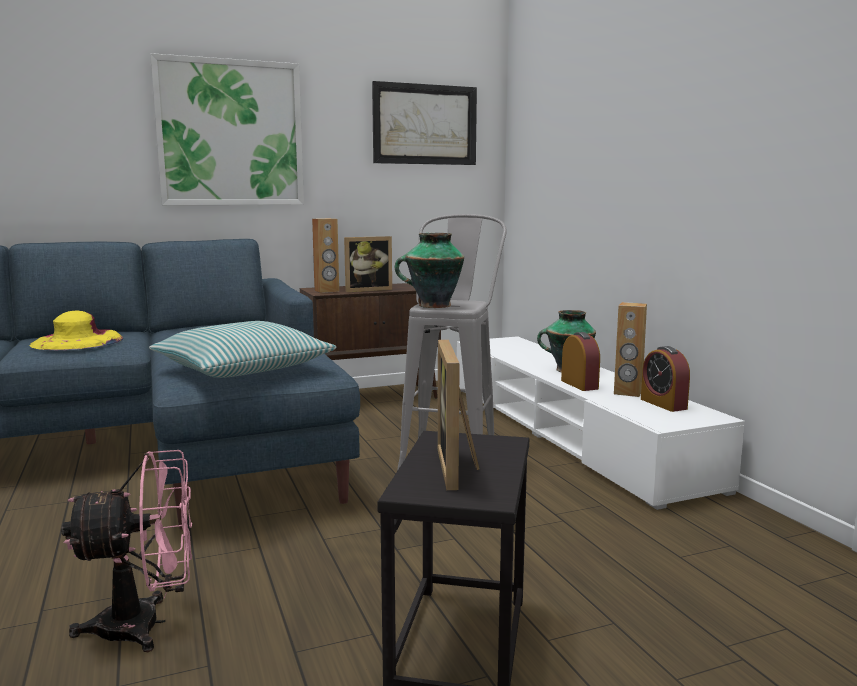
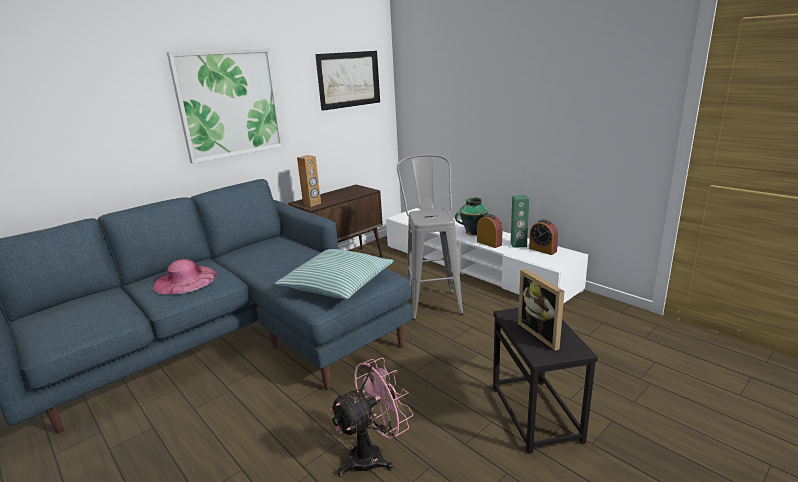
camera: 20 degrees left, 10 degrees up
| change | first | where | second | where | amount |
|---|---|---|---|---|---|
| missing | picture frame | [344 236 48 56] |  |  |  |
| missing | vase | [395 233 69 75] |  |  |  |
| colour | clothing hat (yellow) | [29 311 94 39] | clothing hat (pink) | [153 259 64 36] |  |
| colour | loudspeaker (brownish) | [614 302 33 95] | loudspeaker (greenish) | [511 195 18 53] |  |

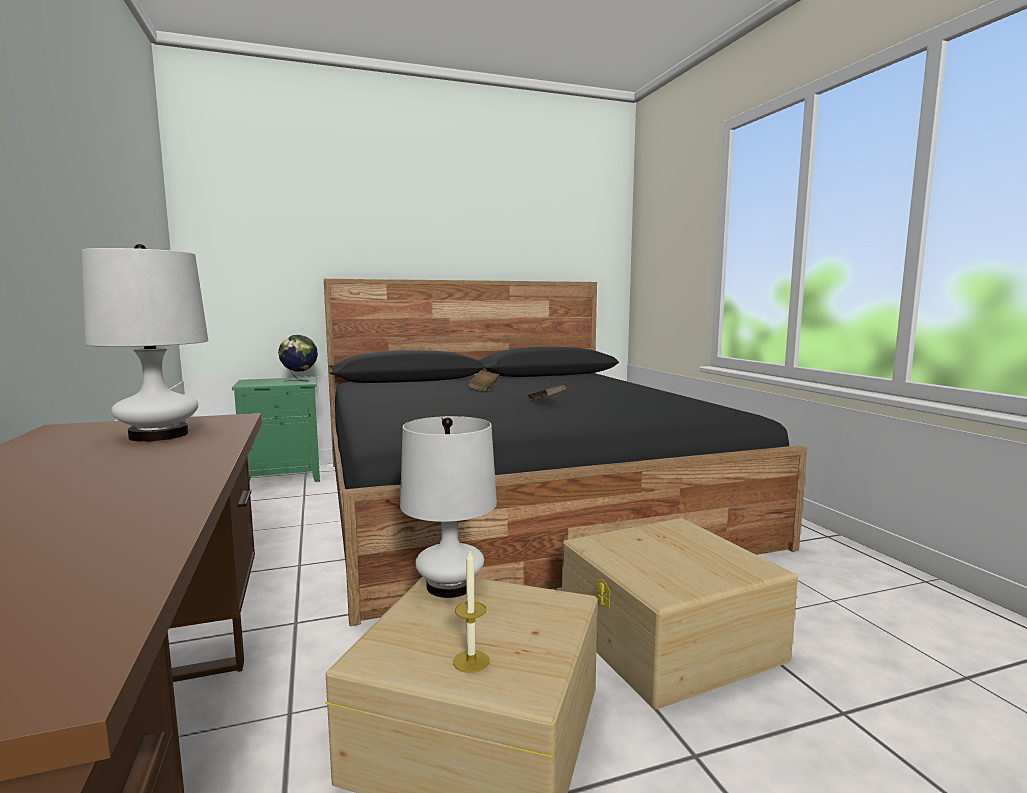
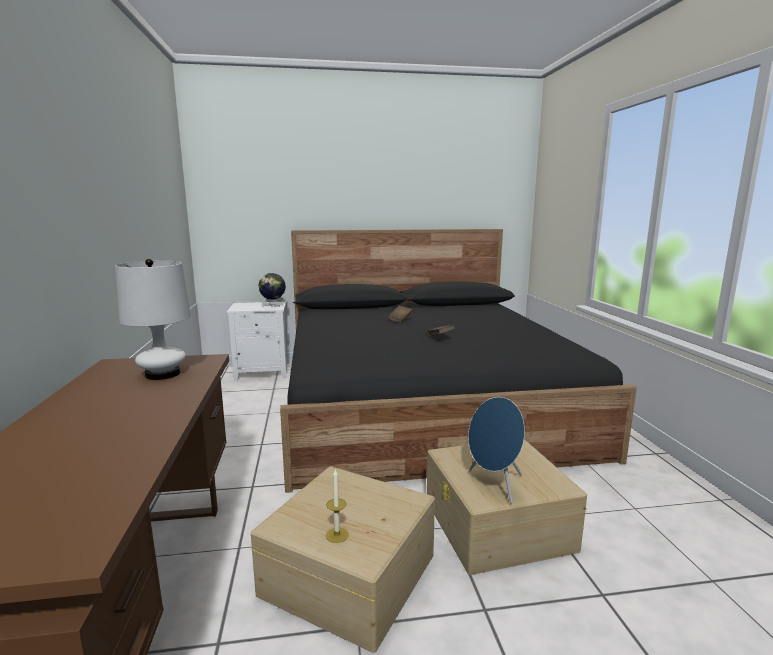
camera: 10 degrees right, 5 degrees up
| change | first | where | second | where | amount |
|---|---|---|---|---|---|
| missing | table lamp (white-coloured) | [400 416 97 182] |  |  |  |
| appeared |  |  | loudspeaker (bluish) | [468 397 57 107] |  |
| colour | bedside table (greenish) | [232 377 88 105] | bedside table (white-coloured) | [227 302 60 79] |  |

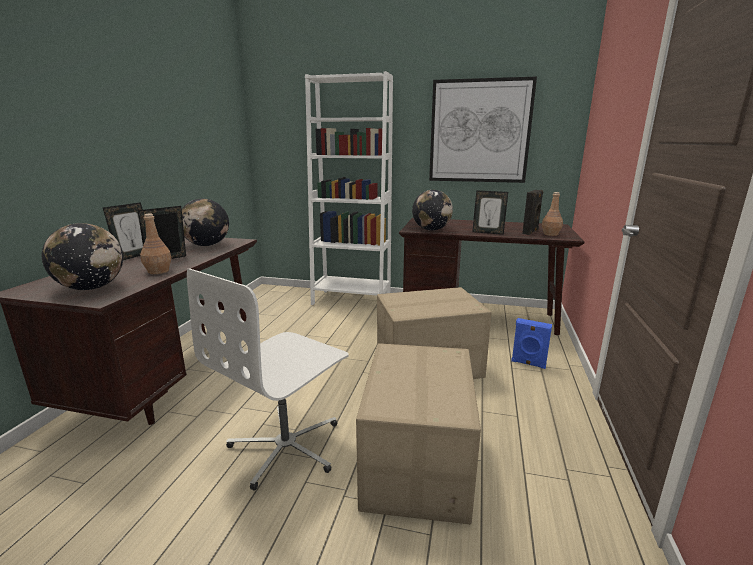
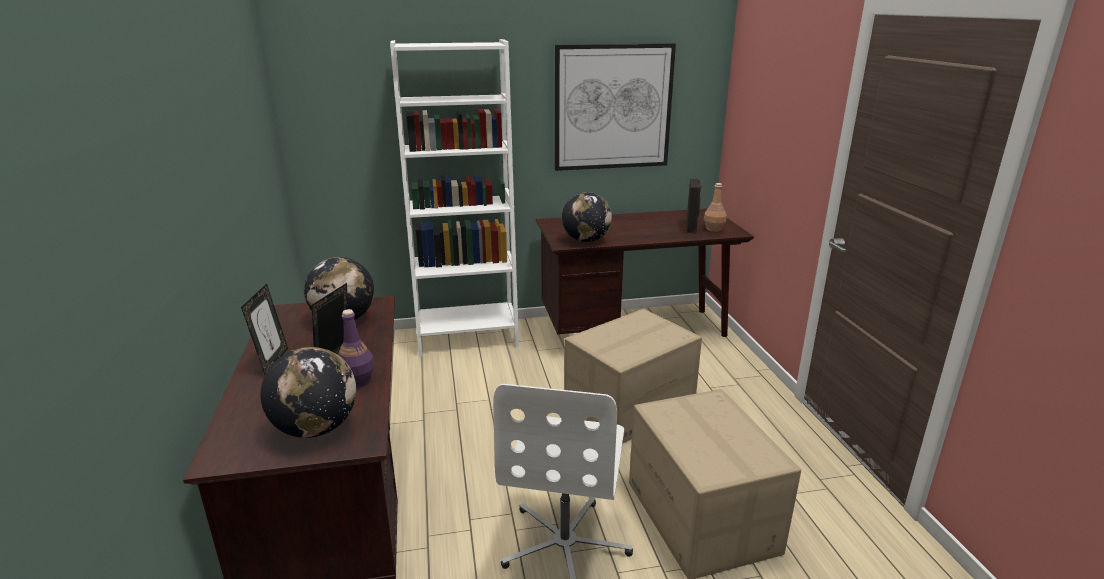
camera: 25 degrees left, 5 degrees up
| change | first | where | second | where | amount |
|---|---|---|---|---|---|
| missing | picture frame | [472 190 36 45] |  |  |  |
| missing | loudspeaker (bluish) | [511 318 41 51] |  |  |  |
| colour | beverage bottle (brownish) | [140 213 31 61] | beverage bottle (purple-coloured) | [338 309 36 78] |  |

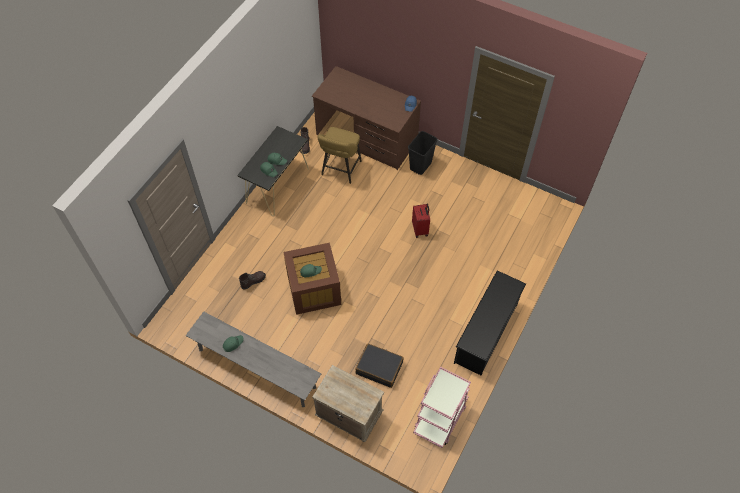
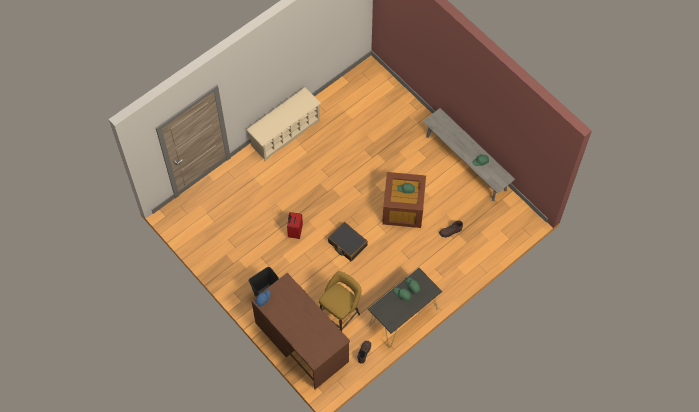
camera: 160 degrees left, 5 degrees up
| change | first | where | second | where | amount |
|---|---|---|---|---|---|
| missing | bedside table (beige-coloured) | [312 365 72 77] |  |  |  |
| missing | wheeled cart (pink) | [413 367 58 81] |  |  |  |
| relocated | travel case (black) | [355 343 49 45] |  | [328 222 40 39] |  |
| colour | shoe shelf (black) | [454 271 72 105] | shoe shelf (beige-coloured) | [246 87 75 74] |  |

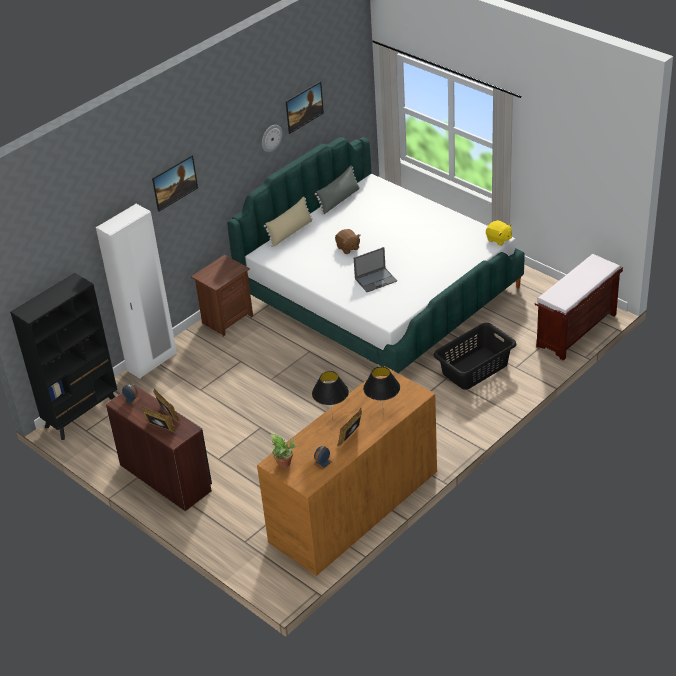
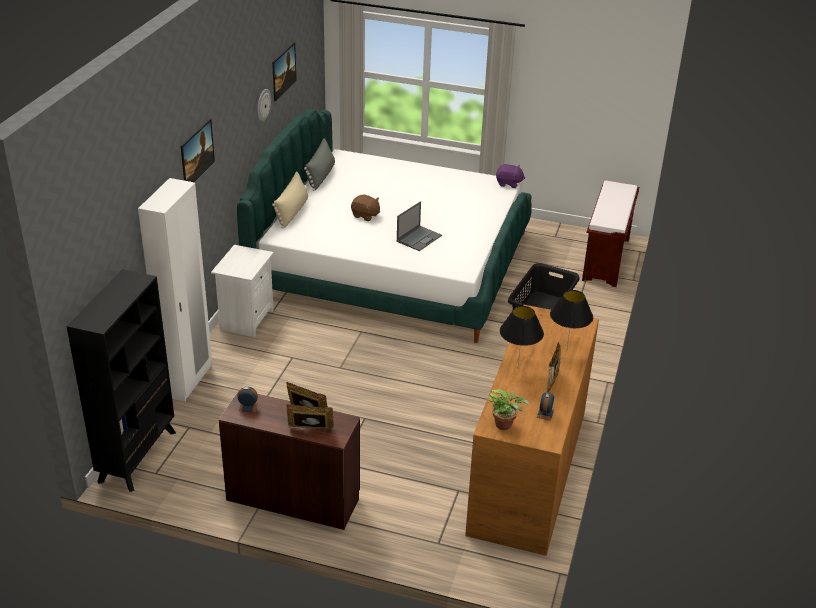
camera: 30 degrees left, 5 degrees down
| change | first | where | second | where | amount |
|---|---|---|---|---|---|
| colour | bedside table (brownish) | [191 255 62 82] | bedside table (white-coloured) | [211 245 63 93] |  |
| colour | soft toy (yellow) | [486 220 26 26] | soft toy (purple-coloured) | [496 164 29 24] |  |

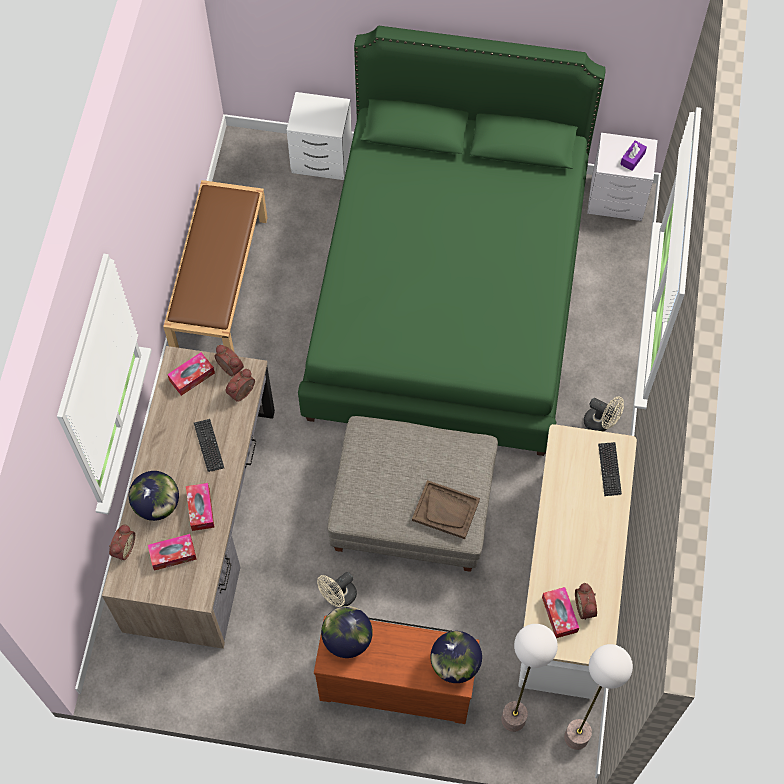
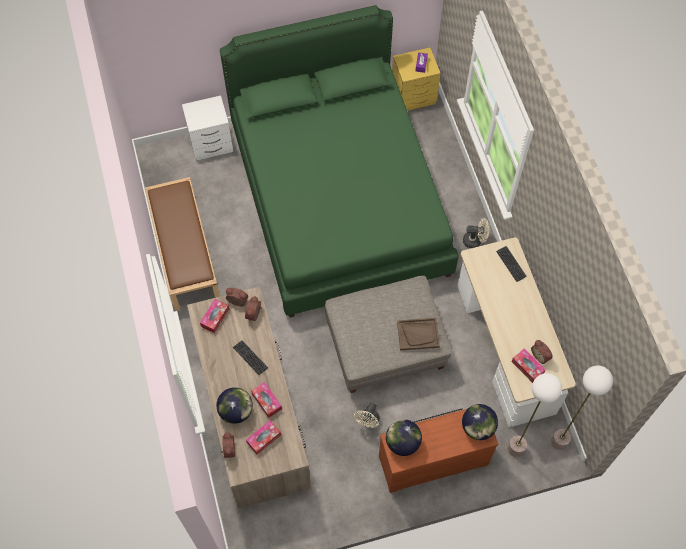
camera: 25 degrees left, 0 degrees up
| change | first | where | second | where | amount |
|---|---|---|---|---|---|
| colour | bedside table (white-coloured) | [587 133 71 88] | bedside table (yellow) | [392 47 49 64] |  |

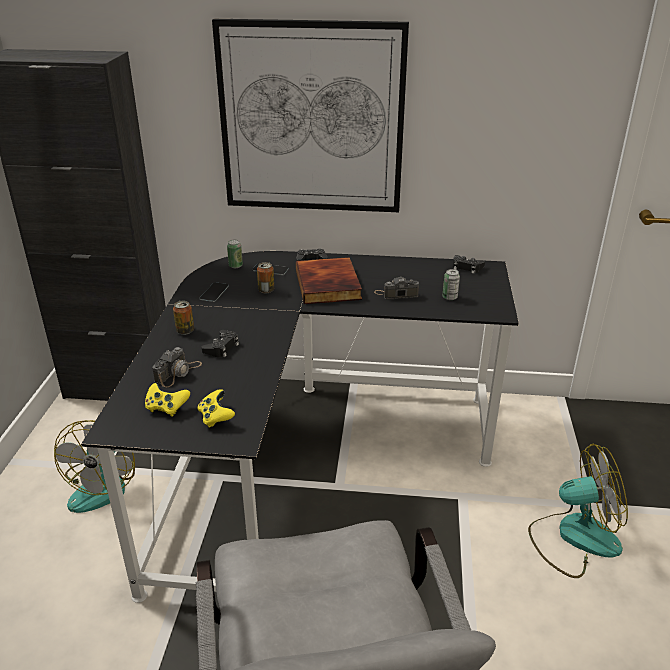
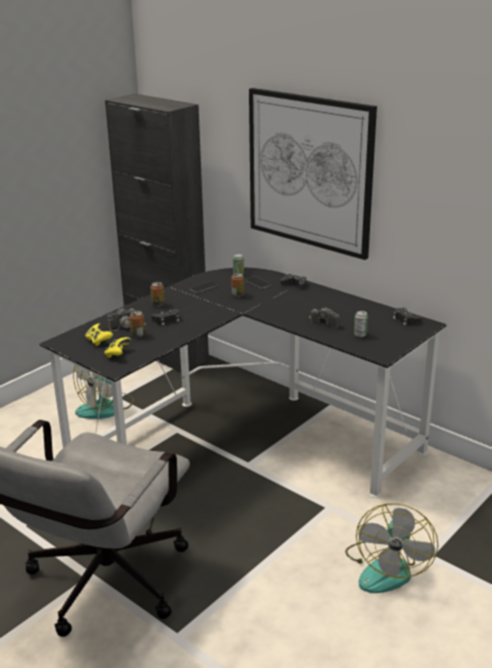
camera: 35 degrees right, 5 degrees down
| change | first | where | second | where | amount |
|---|---|---|---|---|---|
| missing | bound book | [296 257 66 47] |  |  |  |
| appeared |  |  | sealed can | [130 311 15 26] |  |
| spun | electric fan | [528 444 100 134] |  | [345 503 93 90] | 75 degrees clockwise |

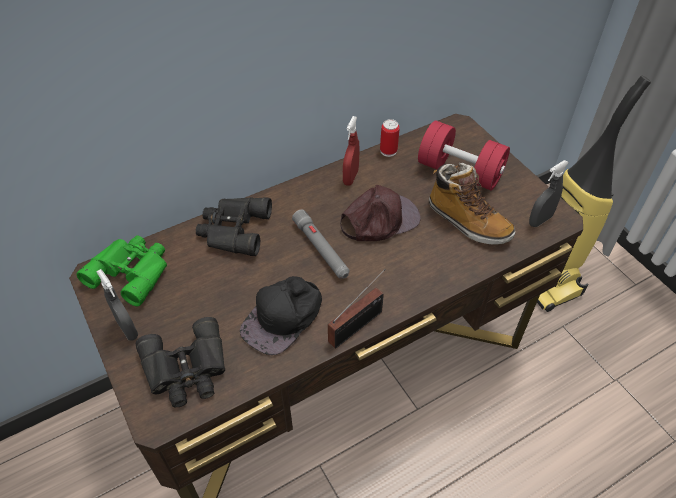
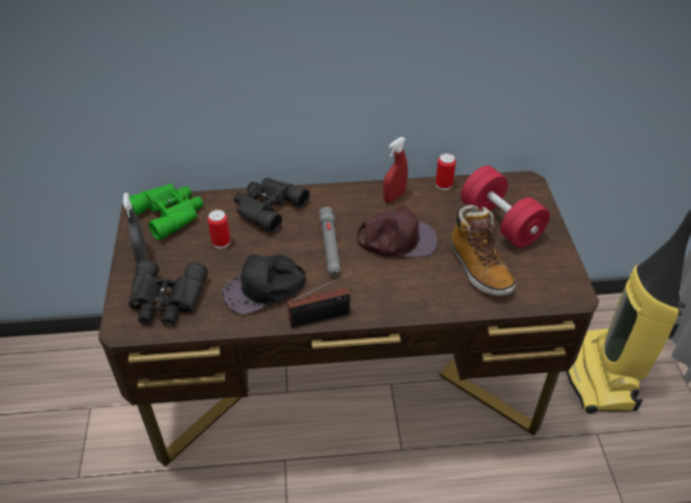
camera: 25 degrees right, 5 degrees down
| change | first | where | second | where | amount |
|---|---|---|---|---|---|
| missing | sprayer (greyish) | [529 160 40 67] |  |  |  |
| appeared |  |  | sealed can | [208 210 23 39] |  |

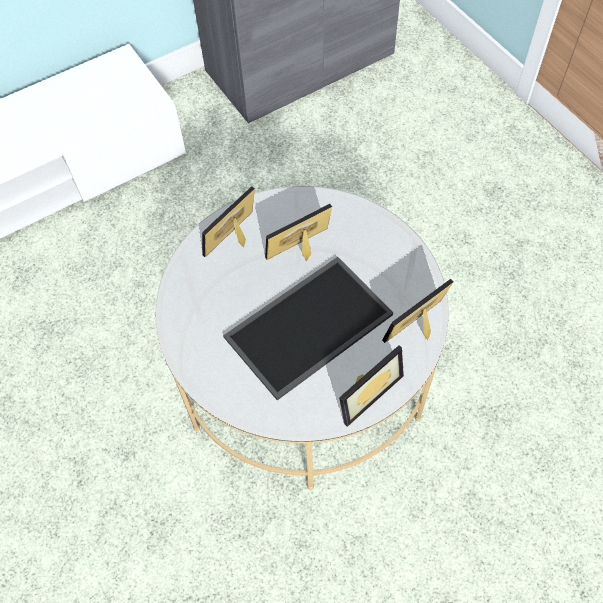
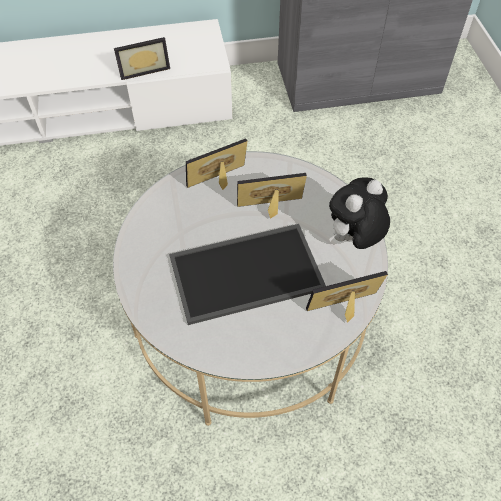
camera: 20 degrees right, 5 degrees down
| change | first | where | second | where | amount |
|---|---|---|---|---|---|
| appeared |  |  | soft toy | [329 177 61 72] |  |
| relocated | picture frame | [339 345 65 82] |  | [114 37 56 43] |  |

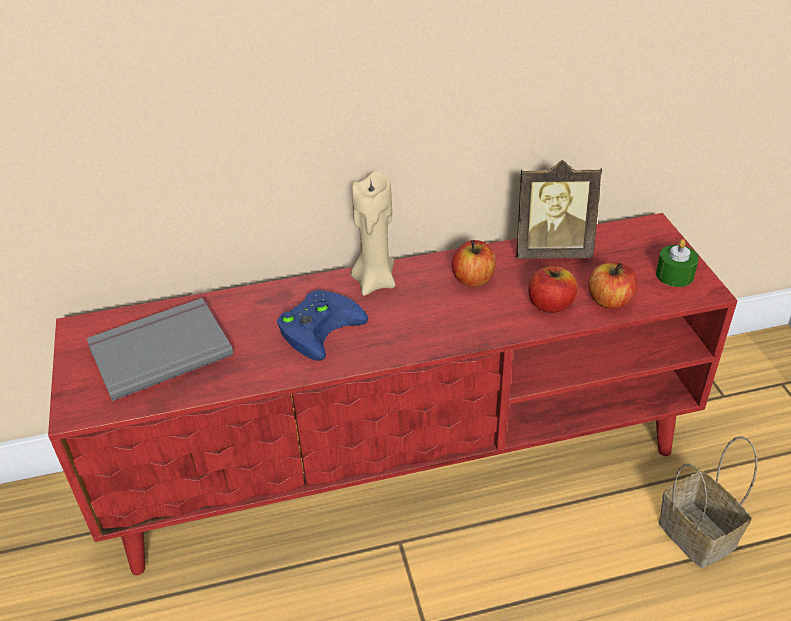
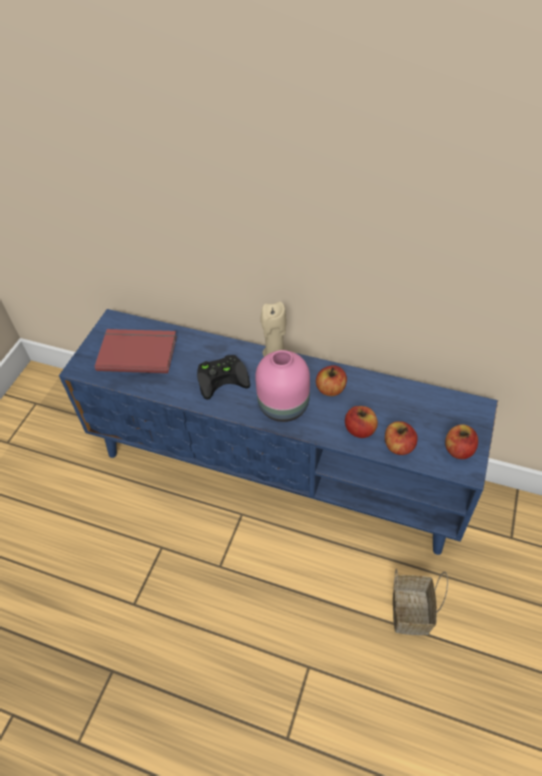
camera: 35 degrees right, 10 degrees up
| change | first | where | second | where | amount |
|---|---|---|---|---|---|
| missing | picture frame | [516 160 86 99] |  |  |  |
| appeared |  |  | vase (pink) | [255 350 55 72] |  |
| exchanged | wax candle (greenish) | [656 239 43 48] | whole apple | [445 424 33 35] |  |
| colour | media console (reddish) | [48 213 690 362] | media console (bluish) | [59 309 439 246] |  |
| colour | bound book (greyish) | [86 298 147 103] | bound book (reddish) | [95 329 82 45] |  |
| colour | game controller (bluish) | [277 290 91 71] | game controller (black) | [197 355 53 45] |  |

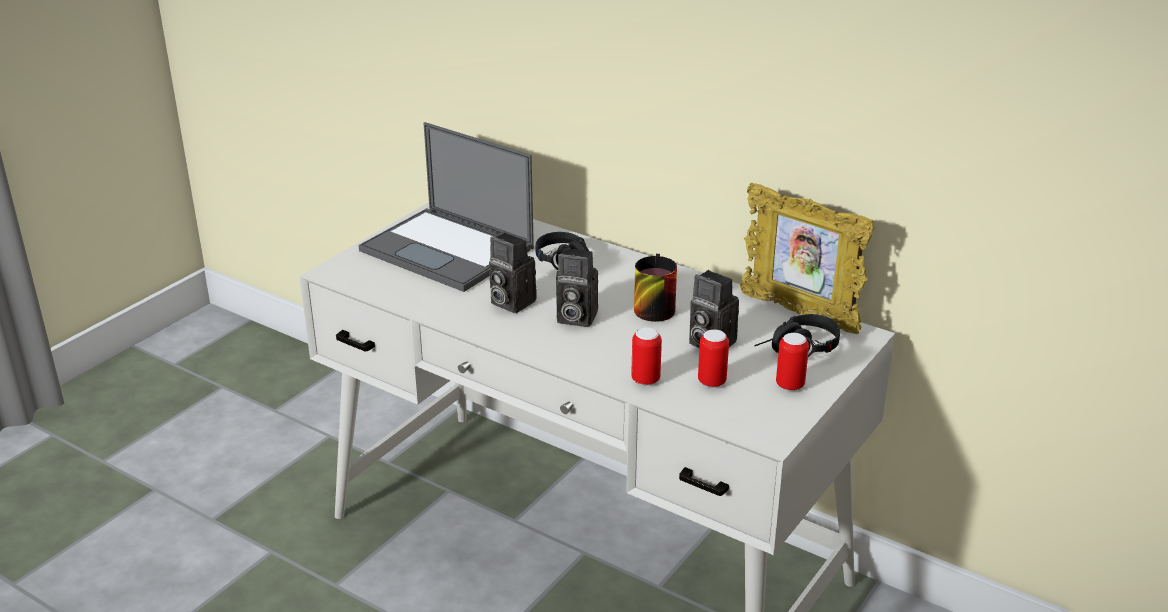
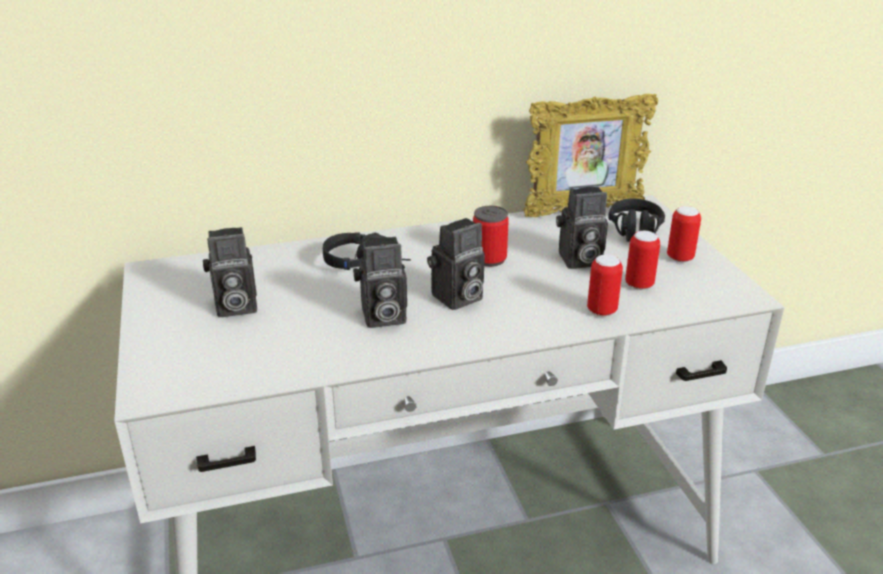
camera: 50 degrees left, 0 degrees up
| change | first | where | second | where | amount |
|---|---|---|---|---|---|
| exchanged | notebook computer | [358 122 176 170] | photo camera | [203 227 54 90] |  |
| exchanged | tea mug | [634 254 43 68] | sealed can | [473 206 36 61] |  |

